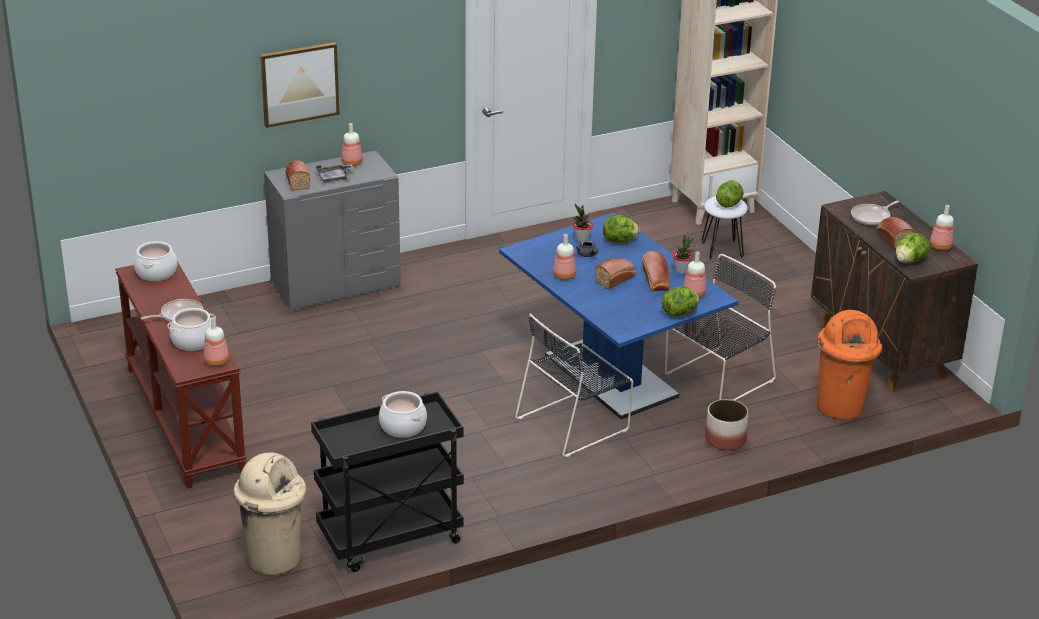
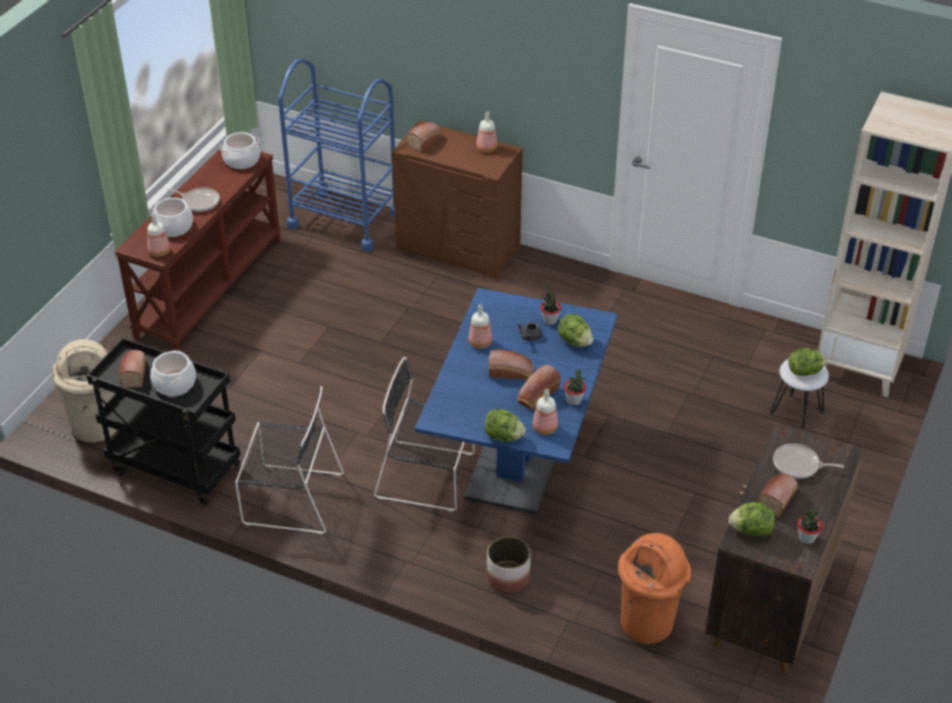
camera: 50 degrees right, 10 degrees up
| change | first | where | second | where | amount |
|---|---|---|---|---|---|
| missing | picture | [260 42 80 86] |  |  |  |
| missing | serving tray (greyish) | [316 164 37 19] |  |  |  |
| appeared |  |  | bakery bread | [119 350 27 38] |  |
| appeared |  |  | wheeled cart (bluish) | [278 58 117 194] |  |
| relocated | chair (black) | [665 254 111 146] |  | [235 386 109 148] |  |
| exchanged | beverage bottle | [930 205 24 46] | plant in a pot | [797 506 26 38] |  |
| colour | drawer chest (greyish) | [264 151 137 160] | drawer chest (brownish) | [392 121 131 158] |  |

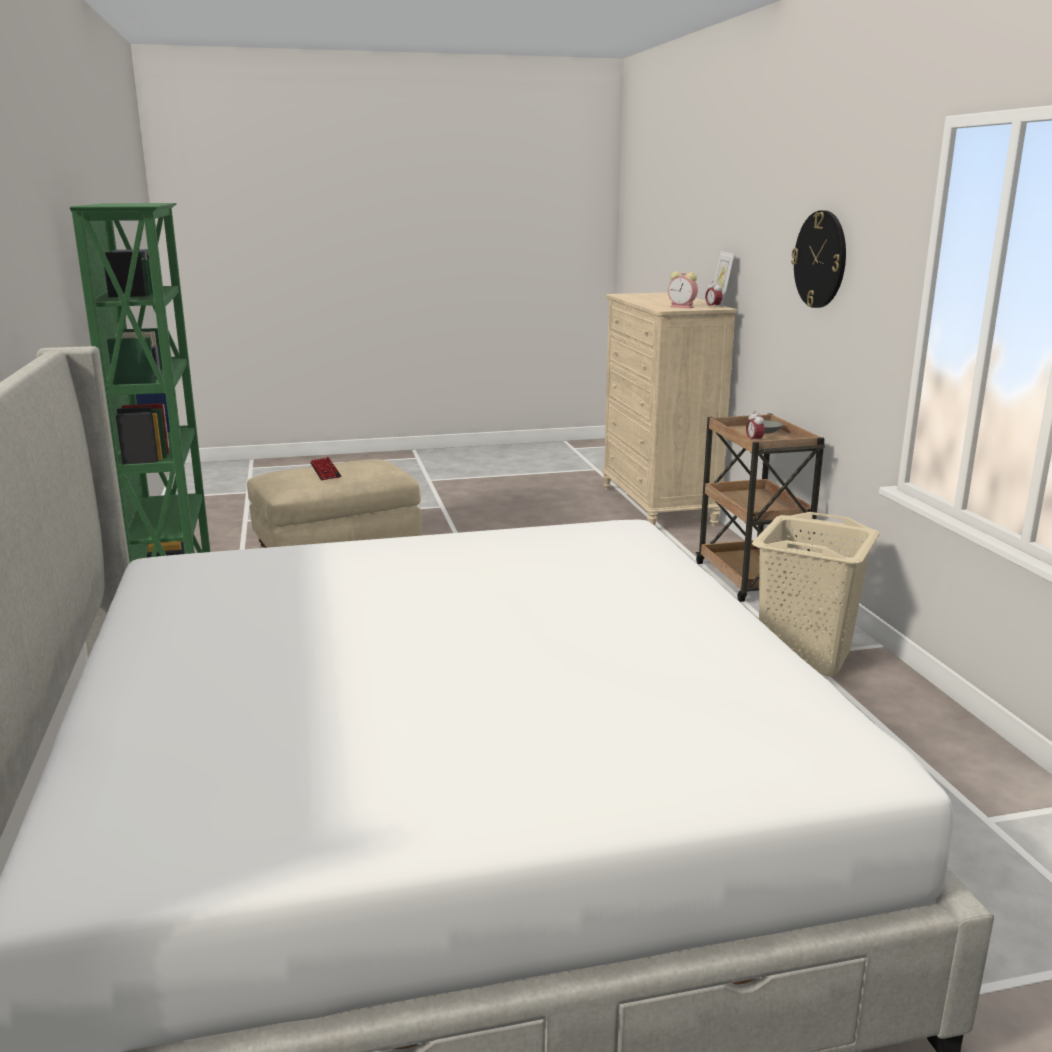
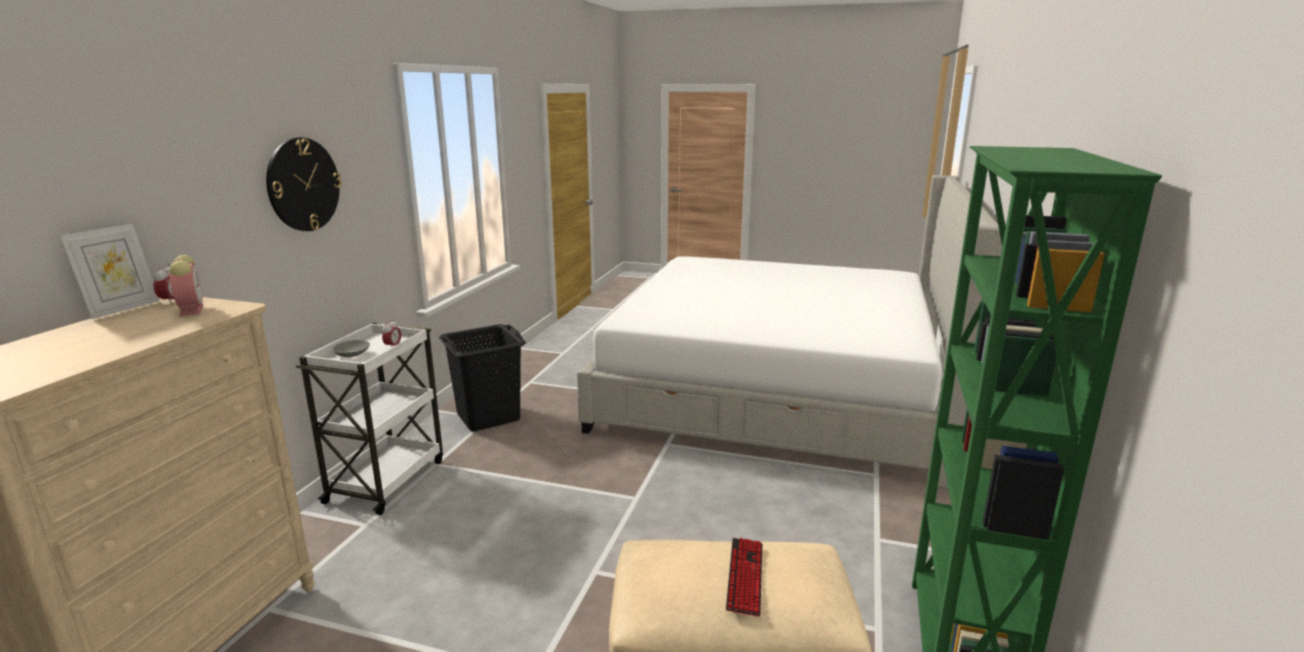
camera: 150 degrees left, 0 degrees up
| change | first | where | second | where | amount |
|---|---|---|---|---|---|
| colour | wheeled cart (brownish) | [695 413 130 189] | wheeled cart (white-coloured) | [296 323 147 192] |  |
| colour | laundry basket (beige-coloured) | [752 512 128 164] | laundry basket (black) | [439 324 87 108] |  |

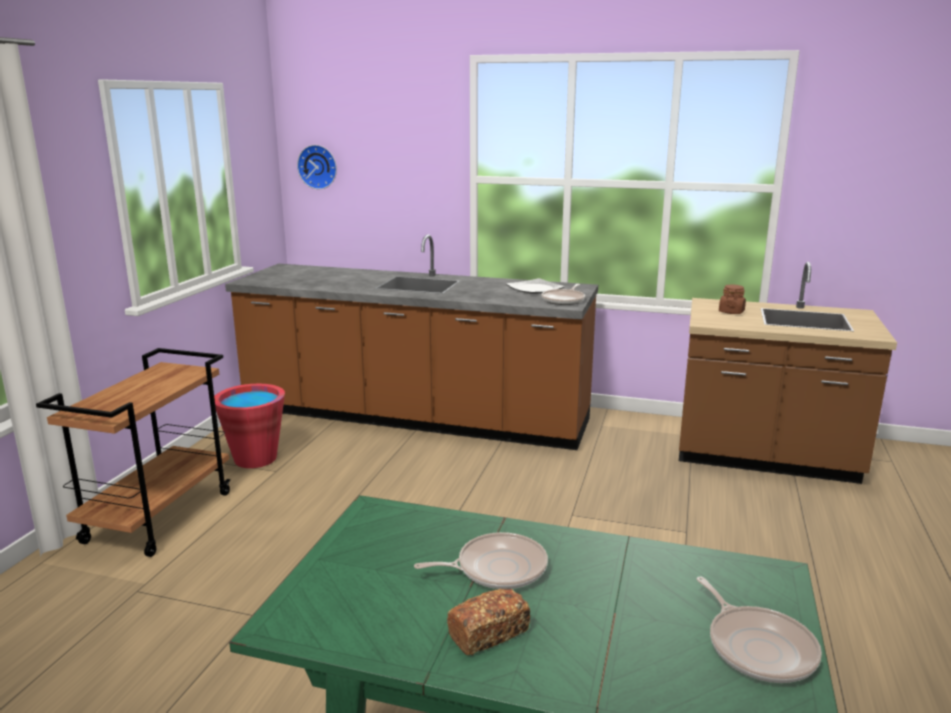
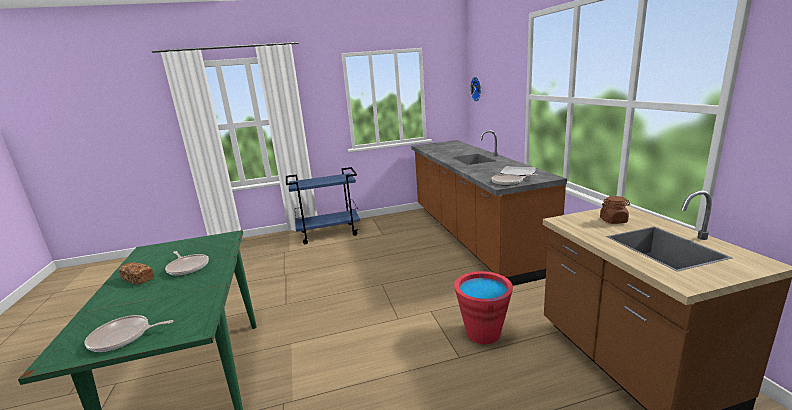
camera: 60 degrees right, 0 degrees up
| change | first | where | second | where | amount |
|---|---|---|---|---|---|
| relocated | bucket (reddish) | [214 384 71 84] |  | [454 271 59 73] |  |
| colour | wheeled cart (brownish) | [36 348 195 209] | wheeled cart (bluish) | [286 167 74 77] |  |
| spun | pan | [696 577 126 106] |  | [84 315 90 37] | 45 degrees clockwise |

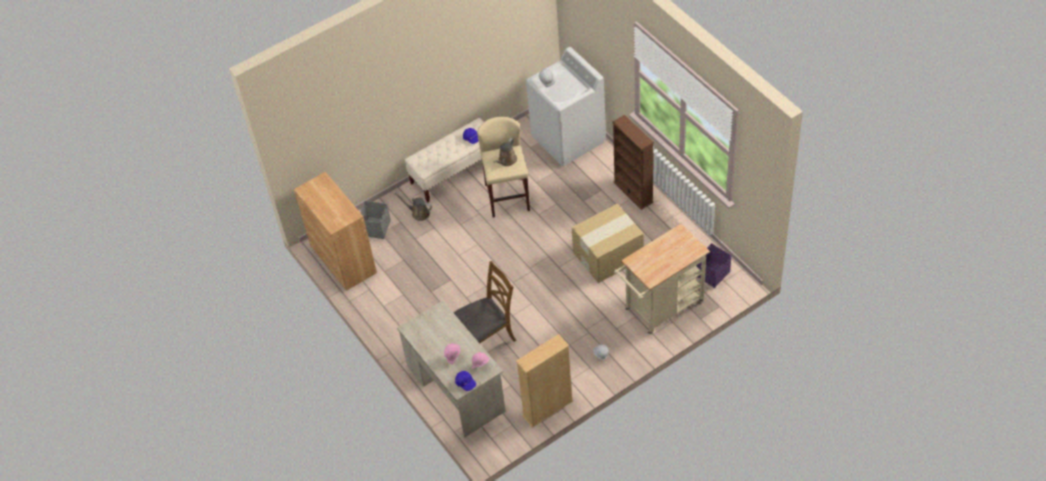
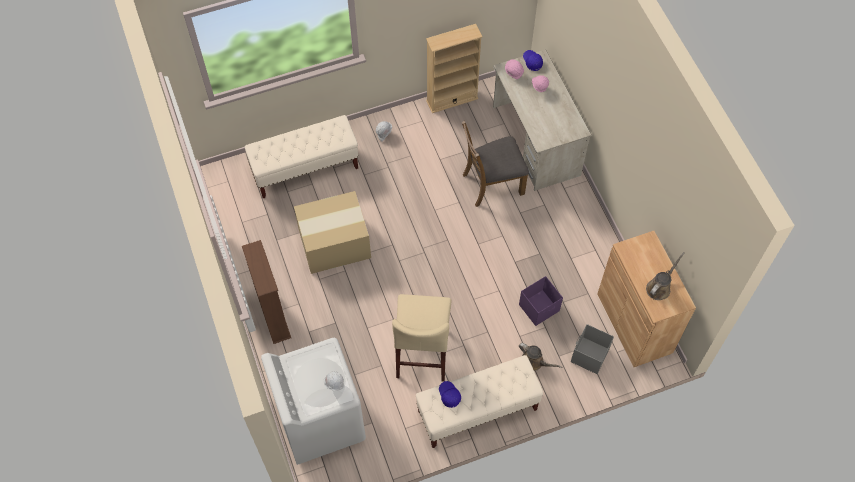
camera: 170 degrees left, 10 degrees up
| change | first | where | second | where | amount |
|---|---|---|---|---|---|
| relocated | watering can (brownish) | [494 138 23 28] |  | [646 252 38 48] |  |
| relocated | storage box (purple-coloured) | [696 243 35 45] |  | [519 276 44 50] |  |
| exchanged | wheeled cart (beige-coloured) | [614 224 96 111] | long seat (beige-coloured) | [245 115 114 83] |  |

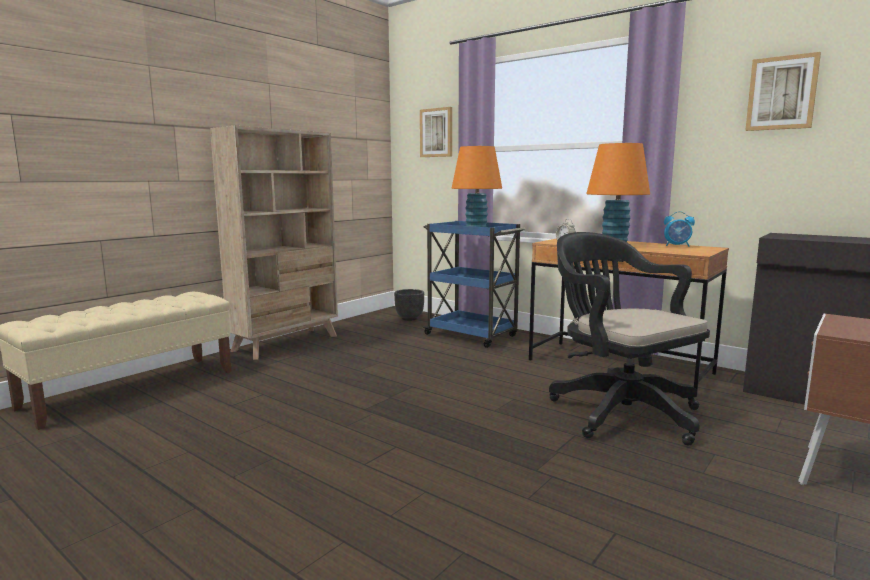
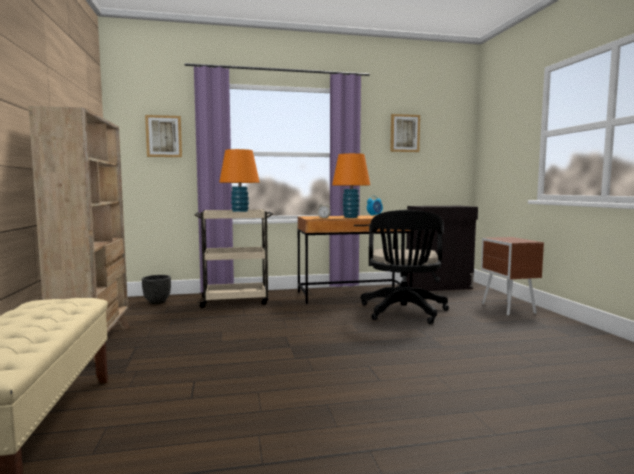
camera: 50 degrees left, 5 degrees down
| change | first | where | second | where | amount |
|---|---|---|---|---|---|
| colour | wheeled cart (bluish) | [423 221 102 127] | wheeled cart (beige-coloured) | [194 209 79 99] |  |
| spun | desk chair (black) | [549 232 161 214] |  | [361 210 88 114] | 90 degrees counterclockwise |

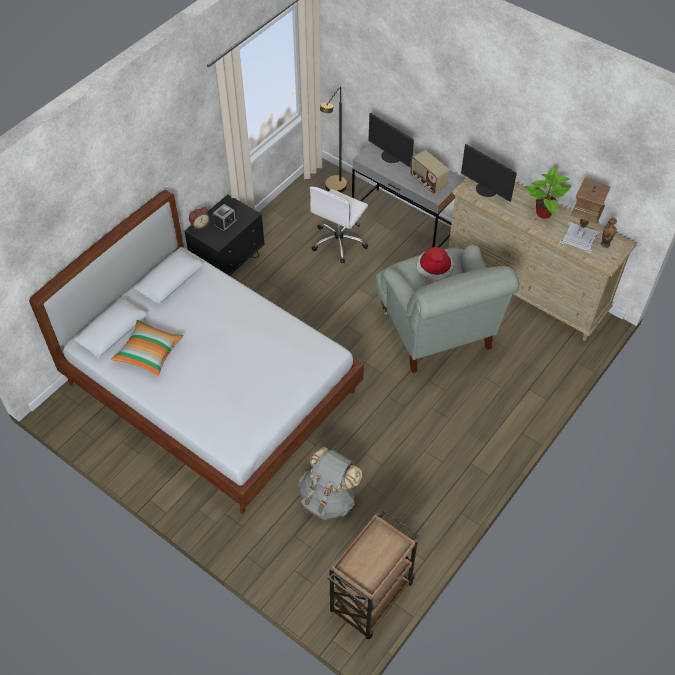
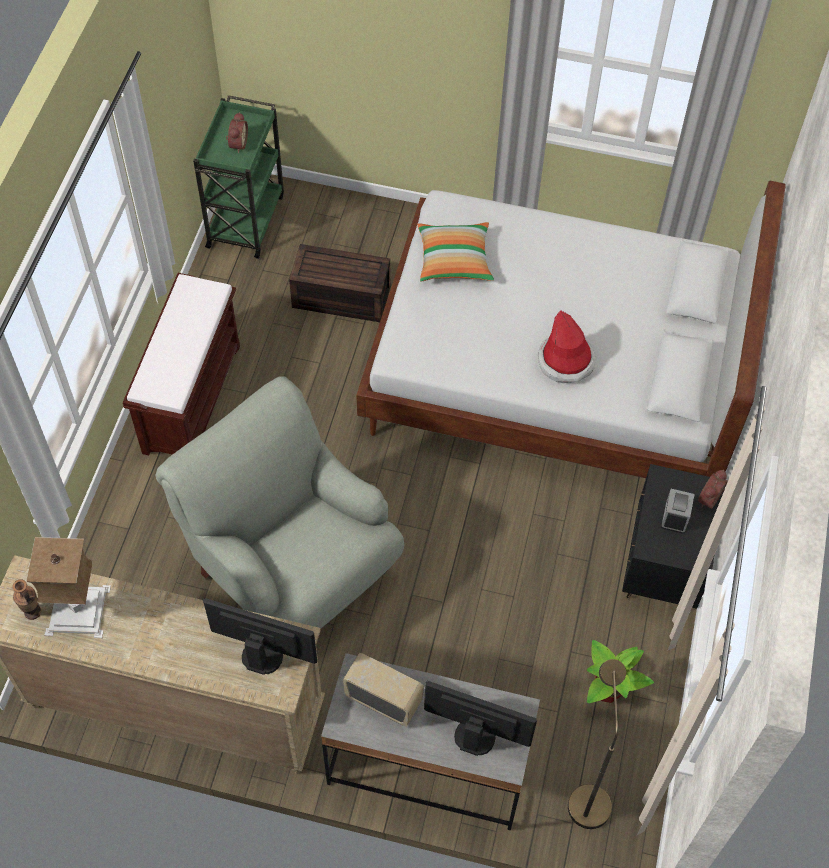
camera: 155 degrees right, 5 degrees up
| change | first | where | second | where | amount |
|---|---|---|---|---|---|
| missing | desk chair (white-coloured) | [310 186 58 77] |  |  |  |
| appeared |  |  | long seat (brownish) | [123 273 117 182] |  |
| appeared |  |  | bedside clock | [226 112 22 41] |  |
| relocated | throw pillow | [111 320 72 56] |  | [417 222 77 60] |  |
| relocated | clothing hat | [416 247 38 34] |  | [538 310 58 73] |  |
| relocated | plant in a pot | [525 167 47 52] |  | [587 640 67 63] |  |
| exchanged | backpack (greyish) | [298 447 64 73] | storage box (brownish) | [289 244 101 78] |  |
| colour | wheeled cart (brownish) | [328 510 91 129] | wheeled cart (greenish) | [193 95 91 164] |  |

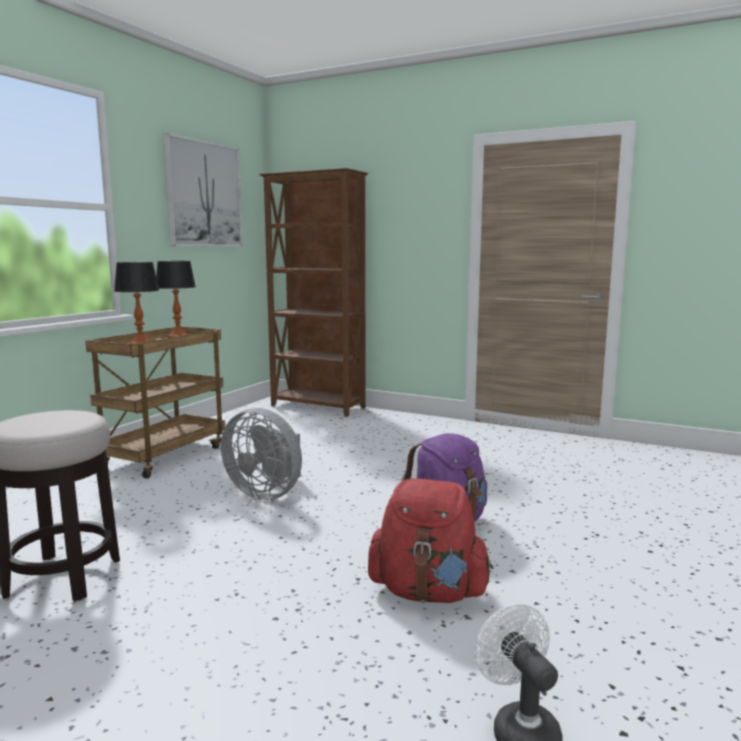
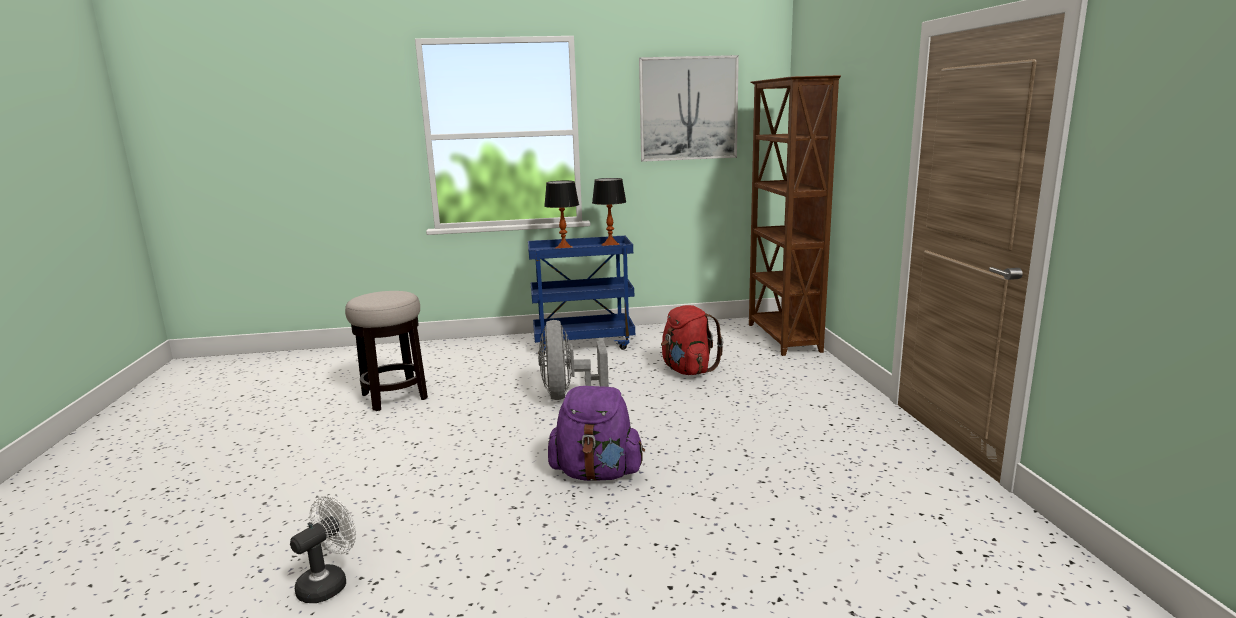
camera: 55 degrees right, 5 degrees up
| change | first | where | second | where | amount |
|---|---|---|---|---|---|
| relocated | backpack (reddish) | [368 478 125 125] |  | [661 305 62 70] |  |
| colour | wheeled cart (brownish) | [85 326 140 153] | wheeled cart (bluish) | [528 236 107 120] |  |

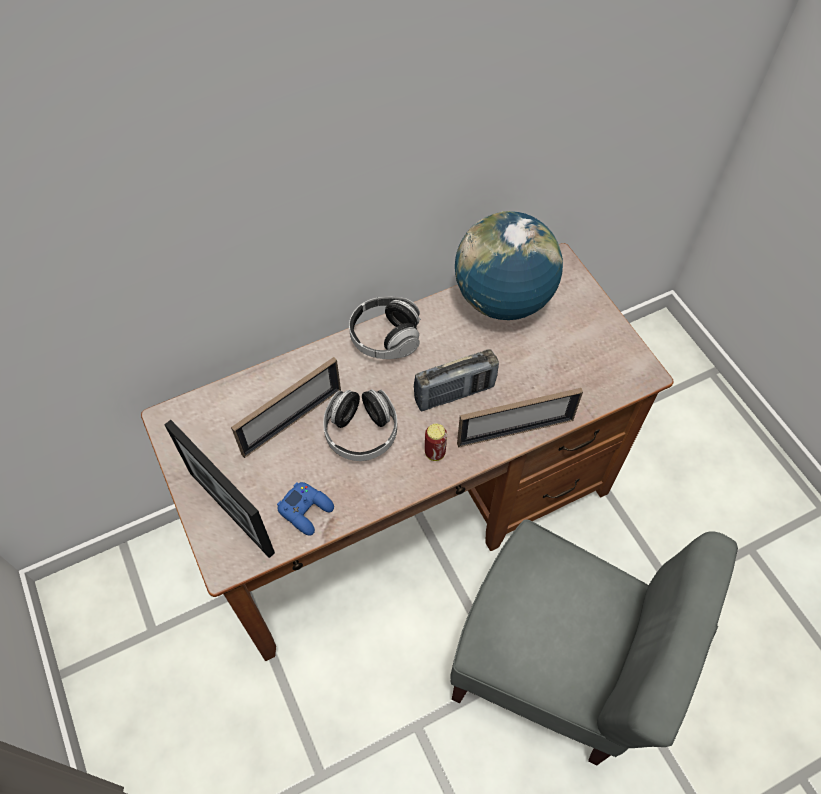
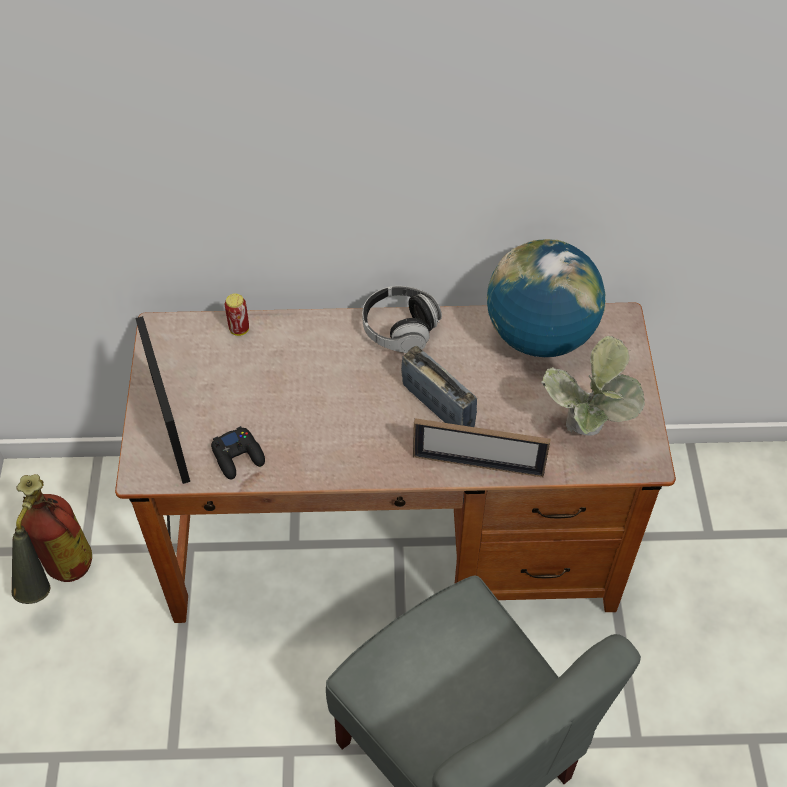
camera: 25 degrees right, 5 degrees down
| change | first | where | second | where | amount |
|---|---|---|---|---|---|
| missing | picture frame | [231 357 110 101] |  |  |  |
| missing | pair of headphones | [323 389 74 72] |  |  |  |
| appeared |  |  | fire extinguisher | [12 474 80 130] |  |
| appeared |  |  | plant in a pot | [541 336 104 99] |  |
| relocated | sealed can | [425 423 22 38] |  | [225 293 24 43] |  |
| colour | game controller (bluish) | [277 482 57 54] | game controller (black) | [211 426 54 53] |  |
| spun | radio set | [414 349 85 63] |  | [401 346 76 81] | 135 degrees counterclockwise |

